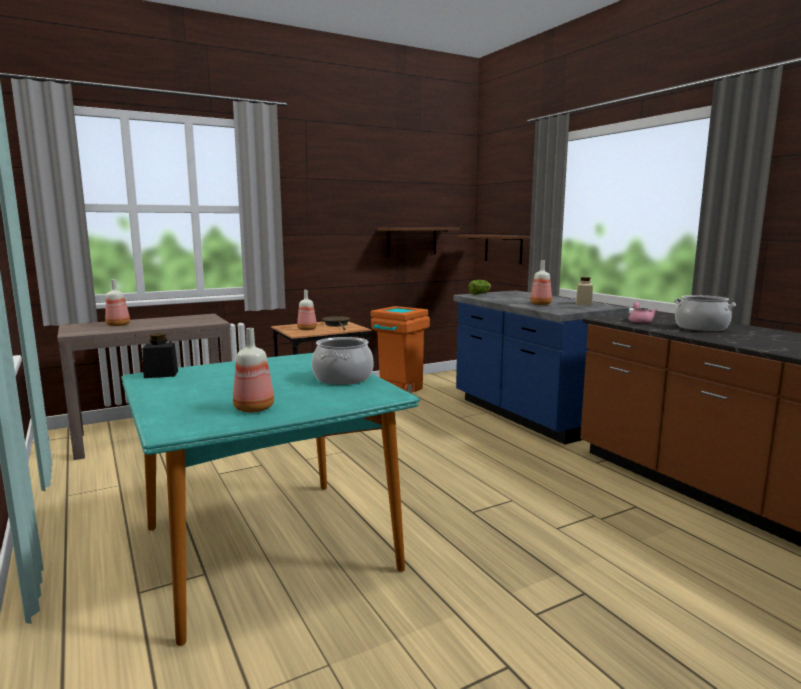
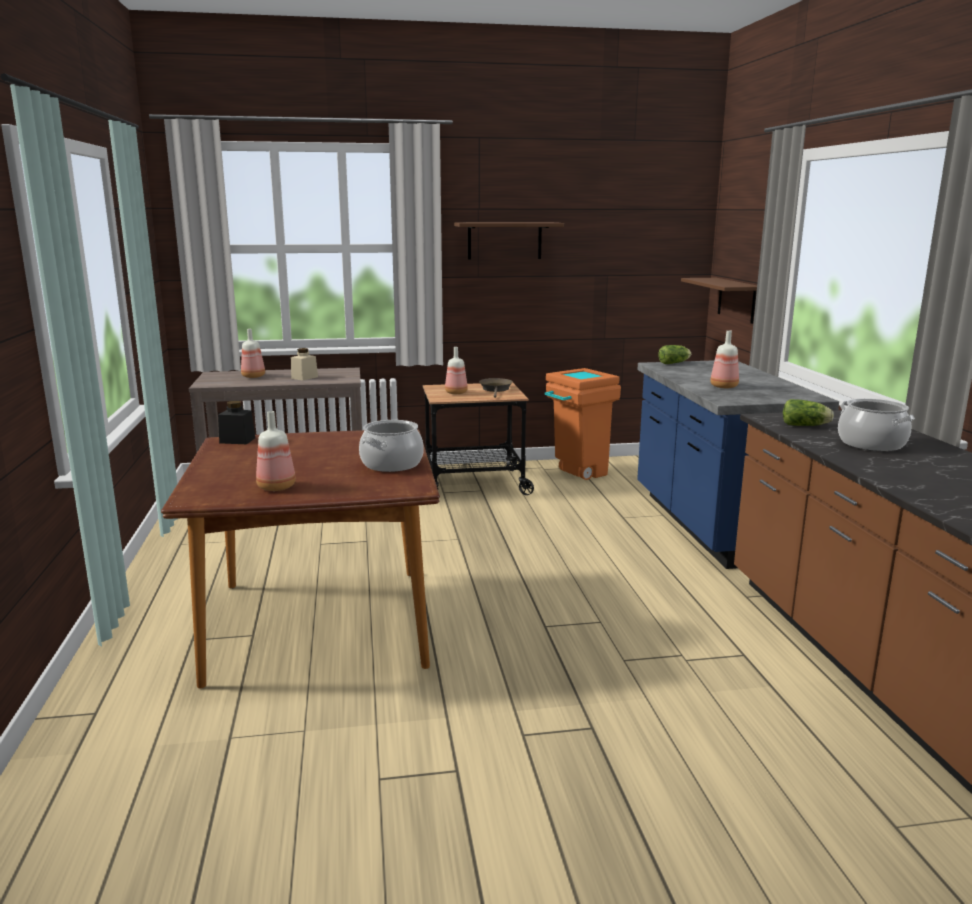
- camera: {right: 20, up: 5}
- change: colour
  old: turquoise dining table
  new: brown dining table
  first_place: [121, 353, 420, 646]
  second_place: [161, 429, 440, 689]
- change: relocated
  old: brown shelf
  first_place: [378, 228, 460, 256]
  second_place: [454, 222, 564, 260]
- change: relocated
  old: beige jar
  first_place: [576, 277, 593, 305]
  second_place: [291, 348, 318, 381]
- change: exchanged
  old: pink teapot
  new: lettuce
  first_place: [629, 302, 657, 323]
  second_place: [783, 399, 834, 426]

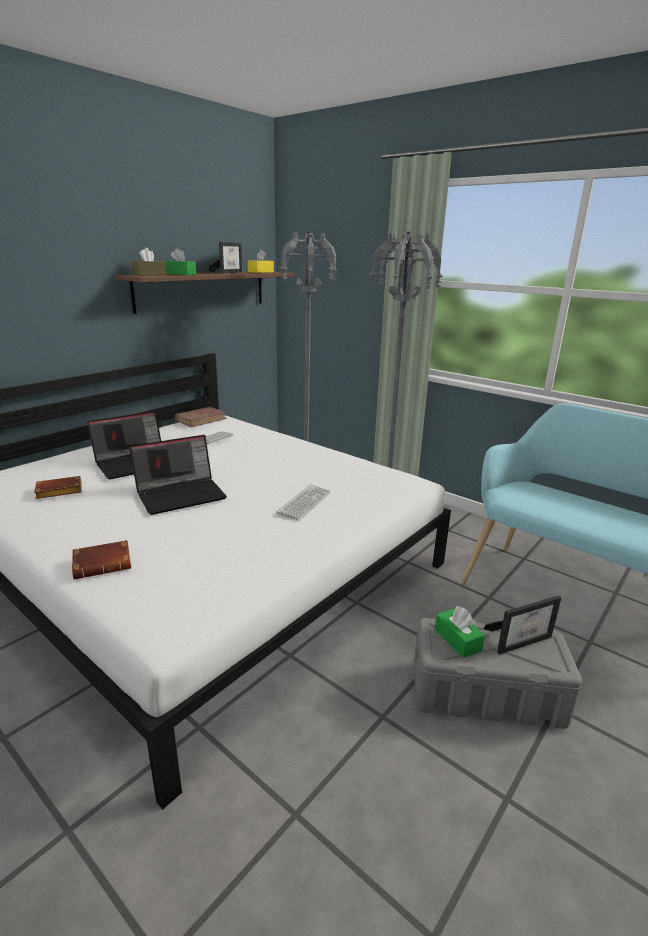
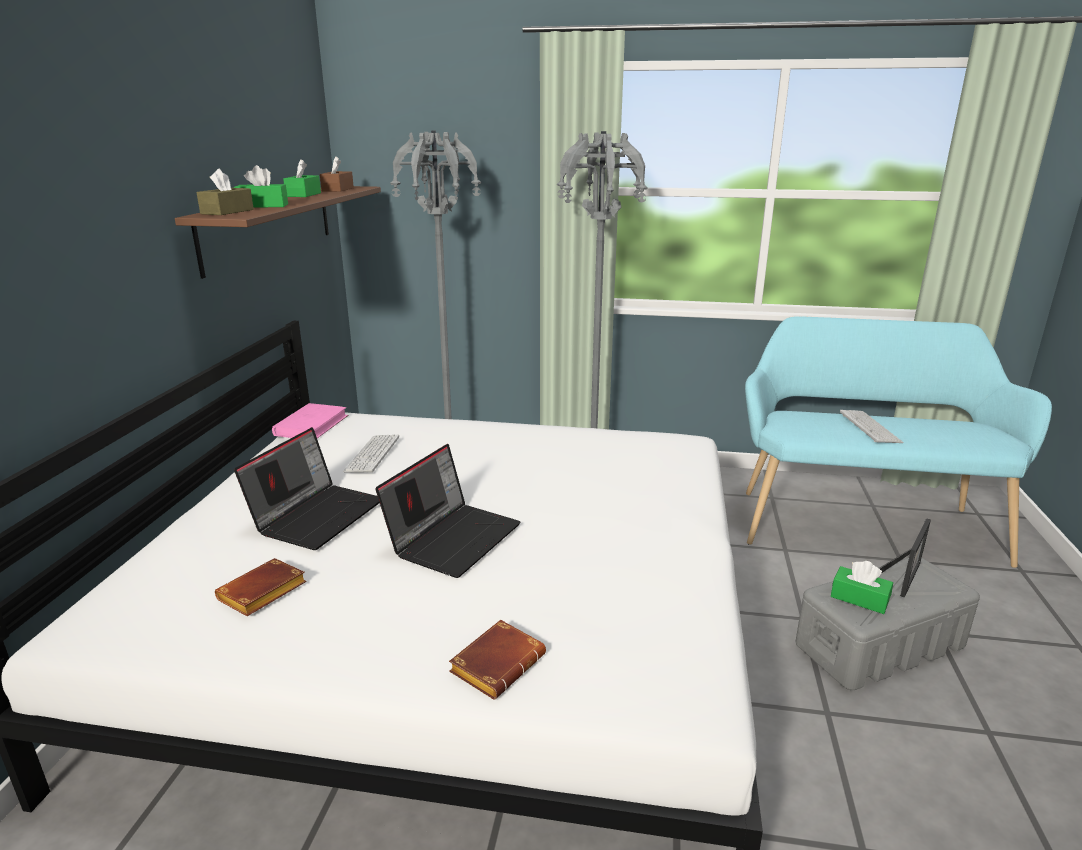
- camera: {right: -30, up: 0}
- change: colour
  old: brown book
  new: pink book
  first_place: [175, 407, 227, 427]
  second_place: [272, 403, 349, 438]
- change: exchanged
  old: picture frame
  new: green tissue box
  first_place: [208, 242, 242, 273]
  second_place: [283, 159, 321, 197]
- change: colour
  old: yellow tissue box
  new: brown tissue box
  first_place: [248, 250, 274, 273]
  second_place: [320, 156, 354, 192]
- change: relocated
  old: keyboard
  first_place: [277, 484, 331, 521]
  second_place: [840, 410, 904, 443]

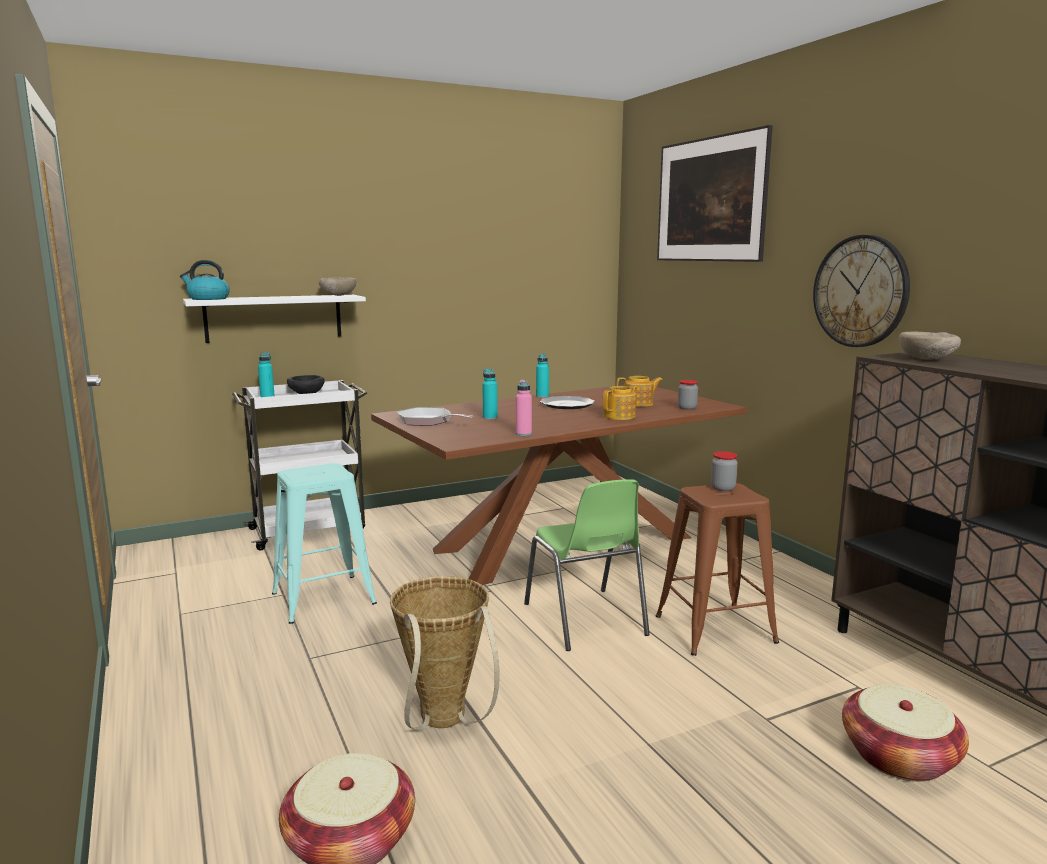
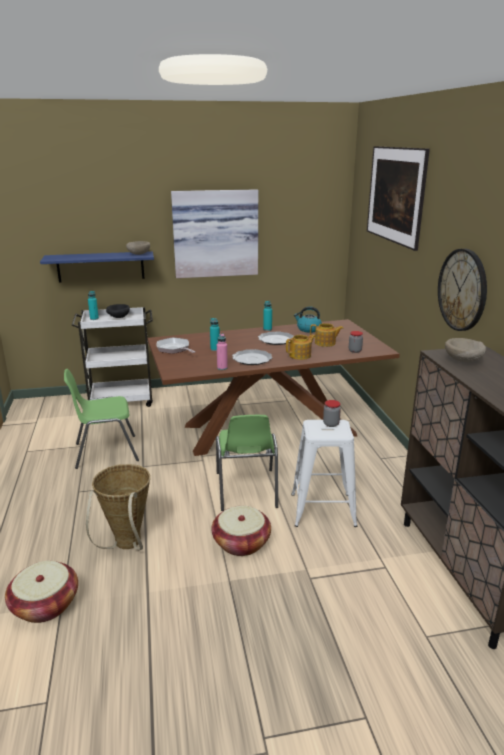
- camera: {right: 15, up: 10}
- change: relocated
  old: kettle
  first_place: [180, 260, 230, 300]
  second_place: [294, 307, 322, 333]
- change: colour
  old: white shelf
  new: blue shelf
  first_place: [183, 295, 366, 343]
  second_place: [40, 251, 154, 283]
- change: exchanged
  old: turquoise stool
  new: green chair
  first_place: [272, 463, 377, 624]
  second_place: [64, 369, 139, 469]
- change: colour
  old: brown stool
  new: white stool
  first_place: [656, 483, 779, 656]
  second_place: [291, 420, 357, 527]
- change: relocated
  old: basket
  first_place: [842, 684, 969, 782]
  second_place: [211, 506, 271, 556]
- change: appeared
  new: picture
  second_place: [171, 189, 258, 278]
- change: appeared
  new: plate
  second_place: [232, 349, 272, 365]

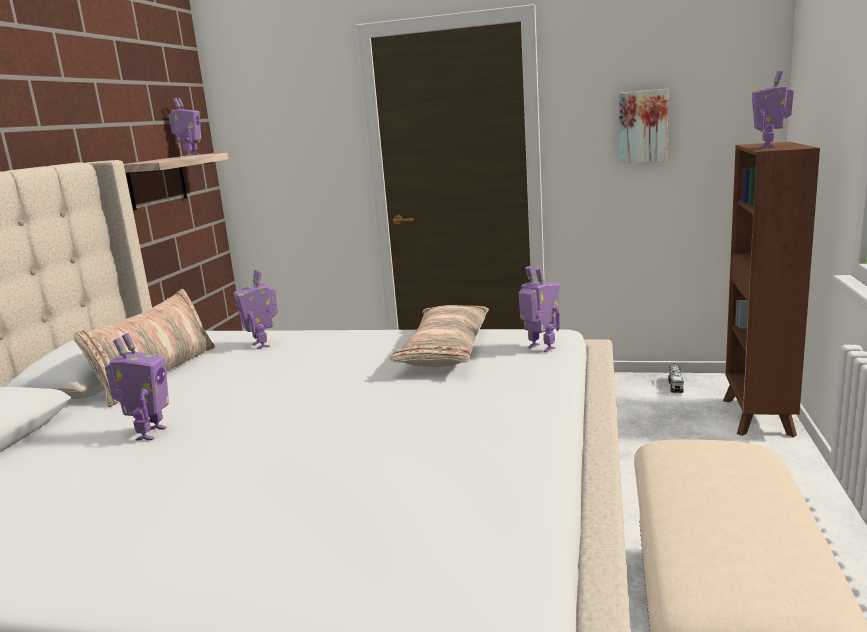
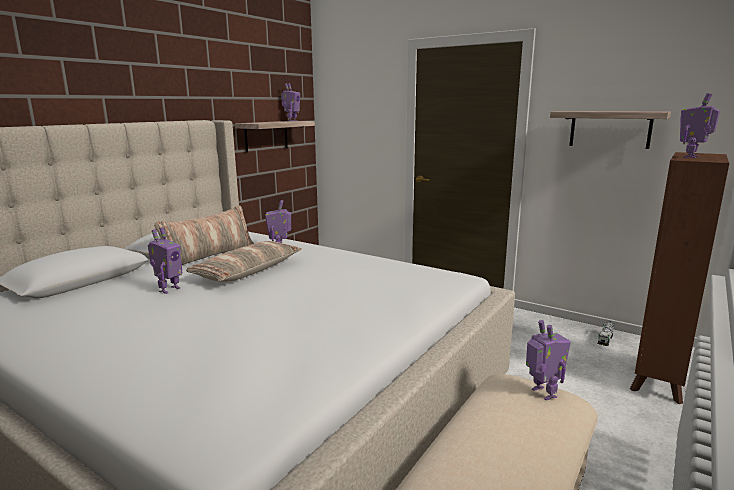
- camera: {right: 20, up: 0}
- change: relocated
  old: pillow
  first_place: [390, 305, 489, 367]
  second_place: [186, 241, 302, 282]
- change: relocated
  old: toy robot
  first_place: [519, 266, 560, 352]
  second_place: [526, 320, 571, 401]
- change: exchanged
  old: picture
  new: shelf
  first_place: [619, 89, 668, 164]
  second_place: [550, 111, 671, 149]

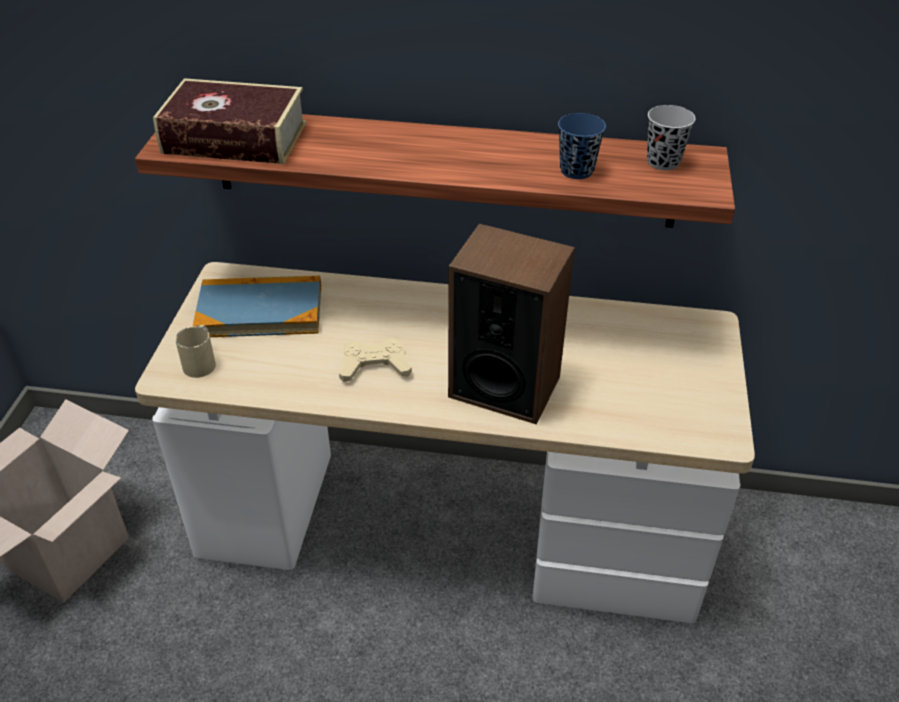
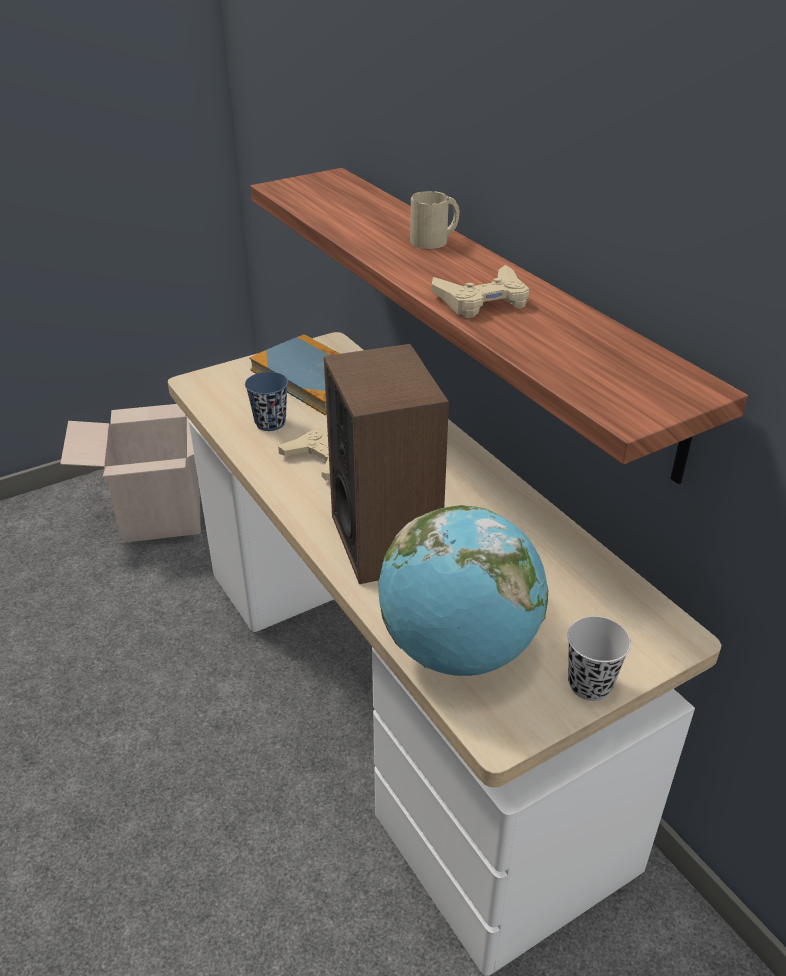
- camera: {right: 50, up: -5}
- change: missing
  old: book
  first_place: [153, 78, 306, 164]
- change: relocated
  old: beige mug
  first_place: [175, 325, 216, 378]
  second_place: [410, 191, 460, 249]
- change: relocated
  old: blue cup
  first_place: [558, 113, 606, 179]
  second_place: [245, 372, 288, 431]
- change: relocated
  old: black cup
  first_place: [647, 105, 695, 170]
  second_place: [568, 616, 631, 701]
- change: appeared
  new: globe
  second_place: [378, 505, 548, 676]
- change: appeared
  new: beige game controller
  second_place: [431, 265, 529, 318]

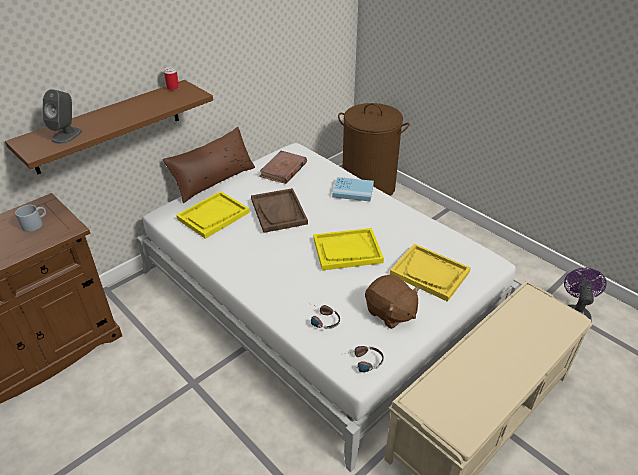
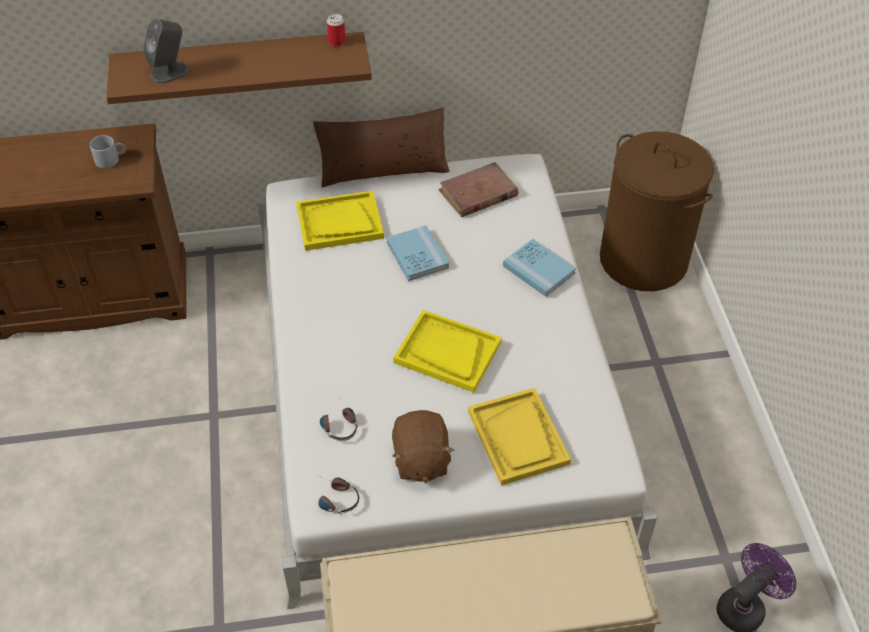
- camera: {right: 35, up: 10}
- change: exchanged
  old: brown tray
  new: blue book
  first_place: [251, 188, 308, 233]
  second_place: [386, 225, 449, 281]

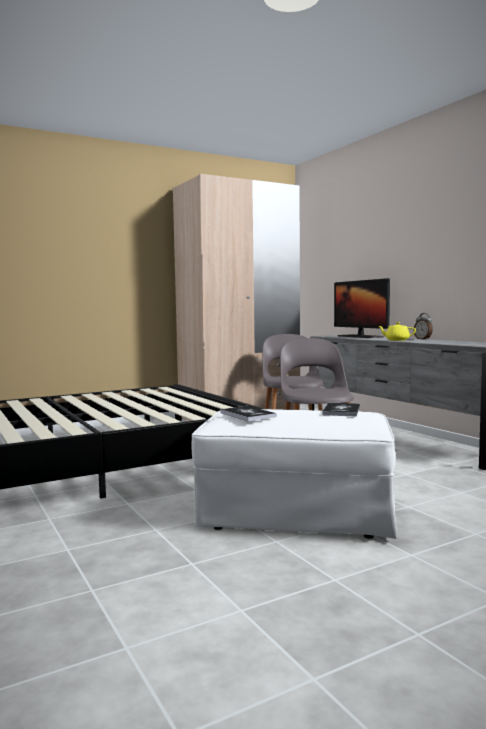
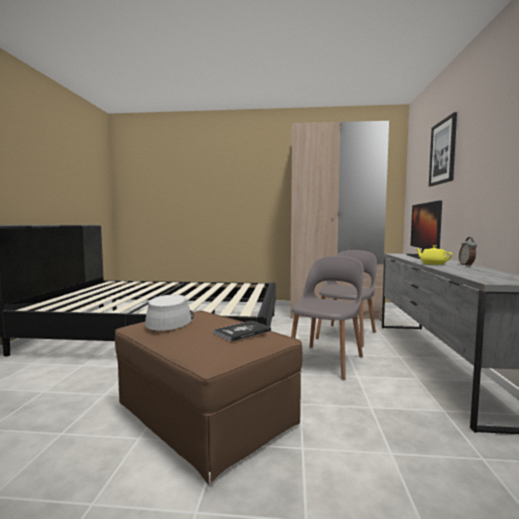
- camera: {right: 35, up: 0}
- change: colour
  old: white ottoman
  new: brown ottoman
  first_place: [192, 409, 397, 539]
  second_place: [115, 311, 302, 485]
- change: exchanged
  old: book
  new: grey hat
  first_place: [220, 406, 276, 421]
  second_place: [145, 295, 194, 331]
- change: appeared
  new: picture
  second_place: [429, 112, 457, 186]

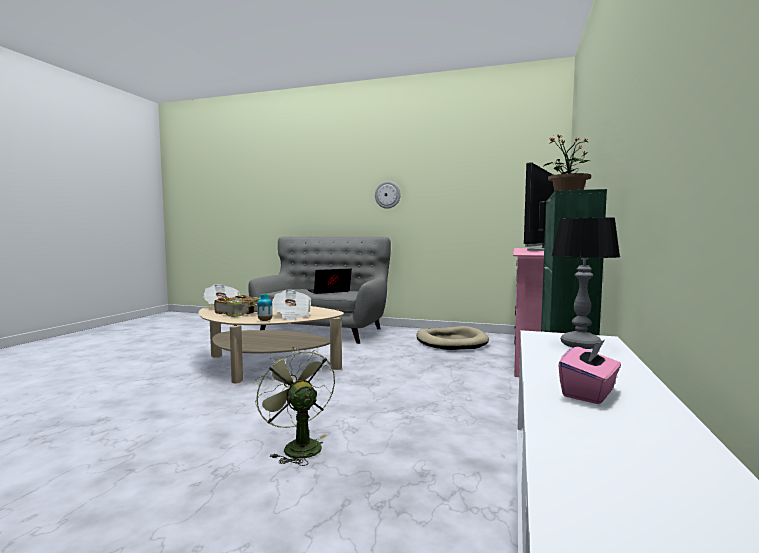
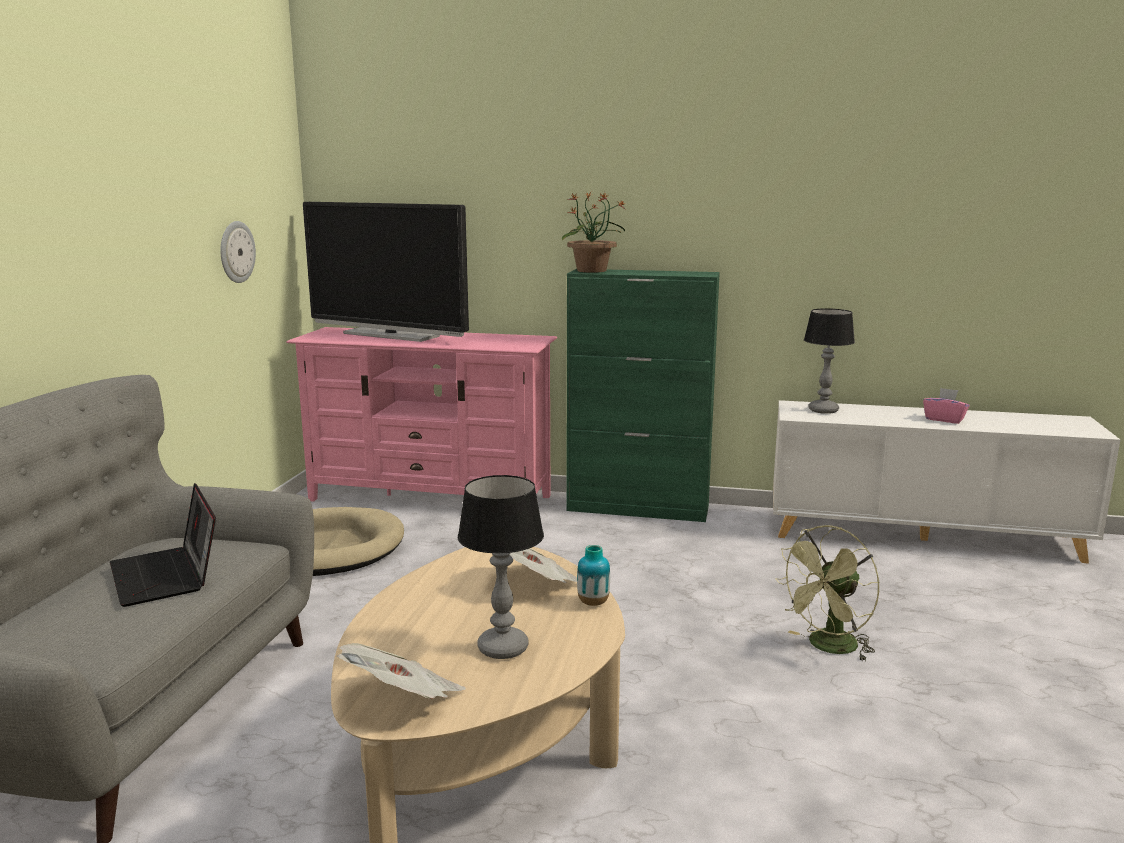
- camera: {right: -95, up: 10}
- change: exchanged
  old: book
  new: table lamp
  first_place: [214, 295, 260, 317]
  second_place: [458, 475, 544, 659]
- change: relocated
  old: wall clock
  first_place: [375, 181, 401, 209]
  second_place: [220, 221, 256, 283]

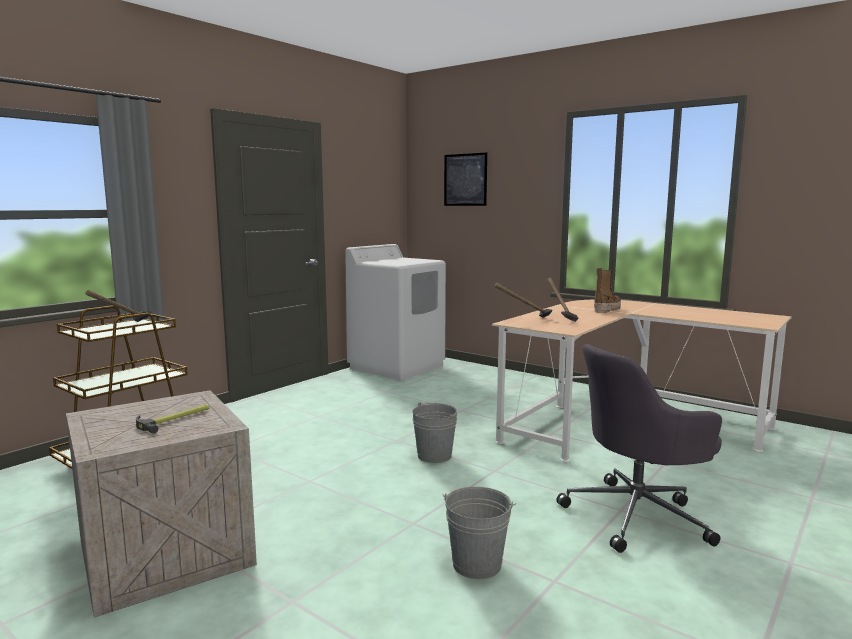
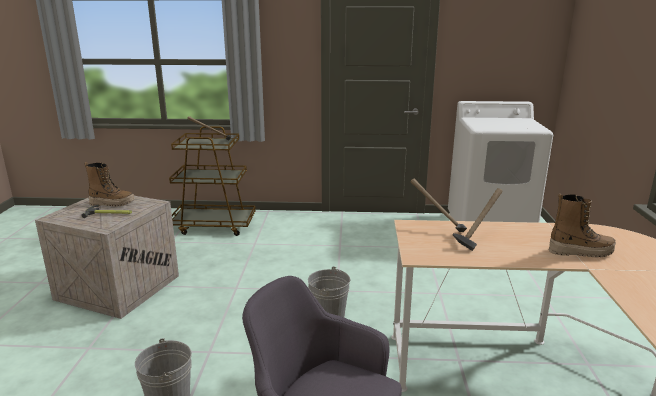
- camera: {right: 55, up: 10}
- change: missing
  old: picture
  first_place: [444, 152, 487, 206]
- change: appeared
  new: boot
  second_place: [85, 162, 134, 206]

